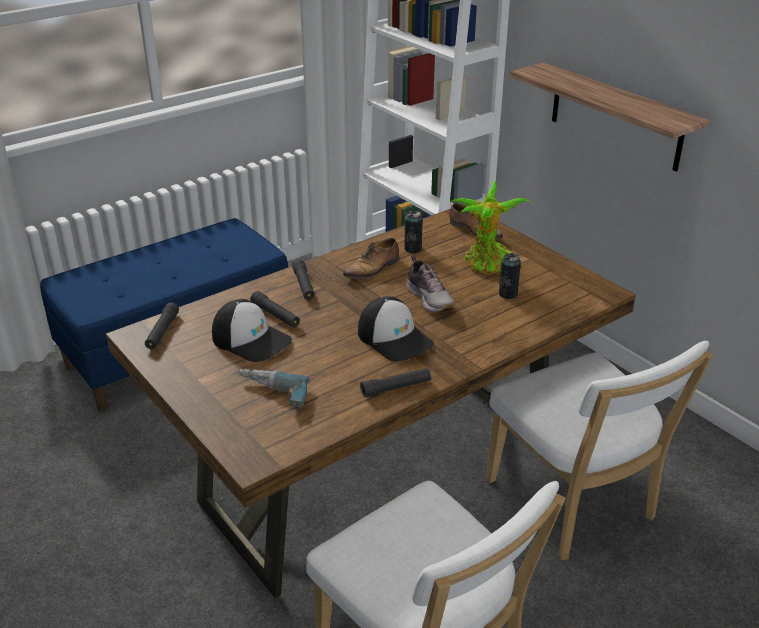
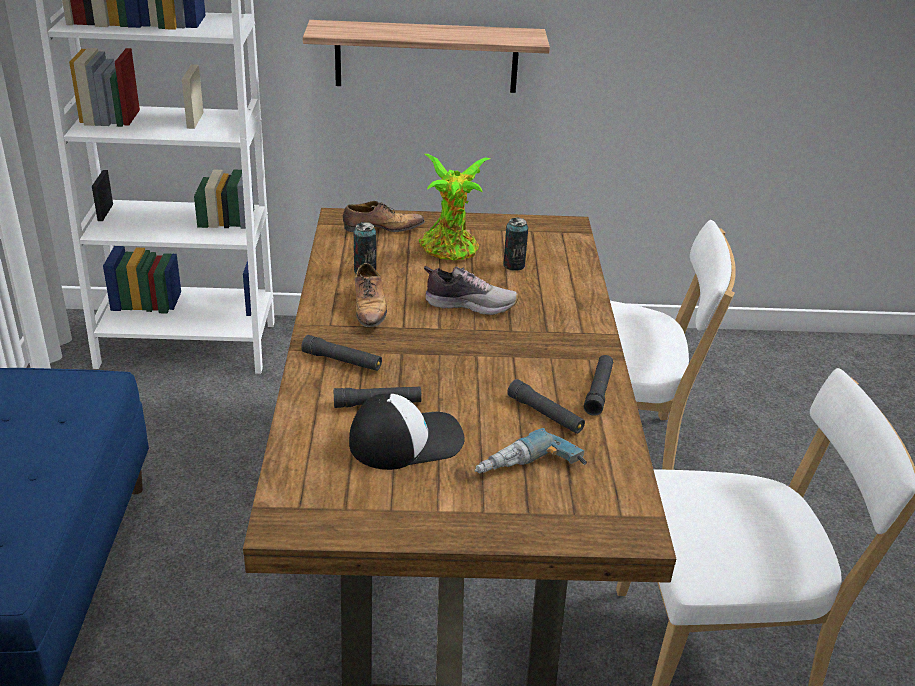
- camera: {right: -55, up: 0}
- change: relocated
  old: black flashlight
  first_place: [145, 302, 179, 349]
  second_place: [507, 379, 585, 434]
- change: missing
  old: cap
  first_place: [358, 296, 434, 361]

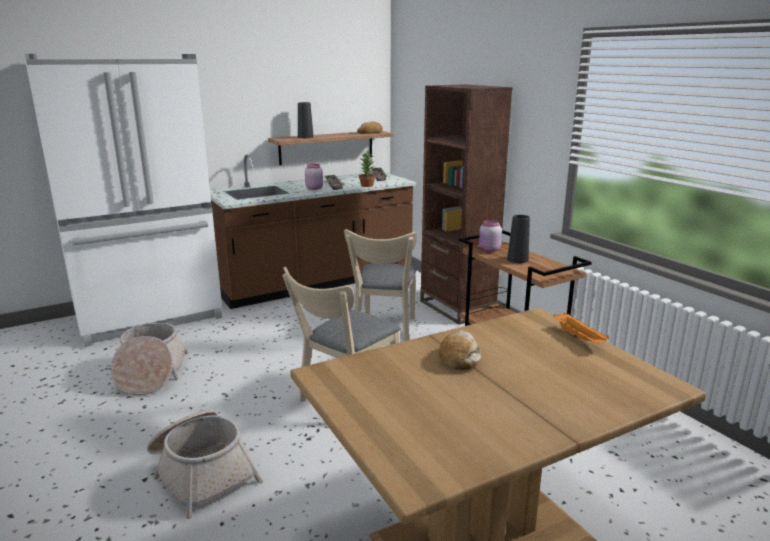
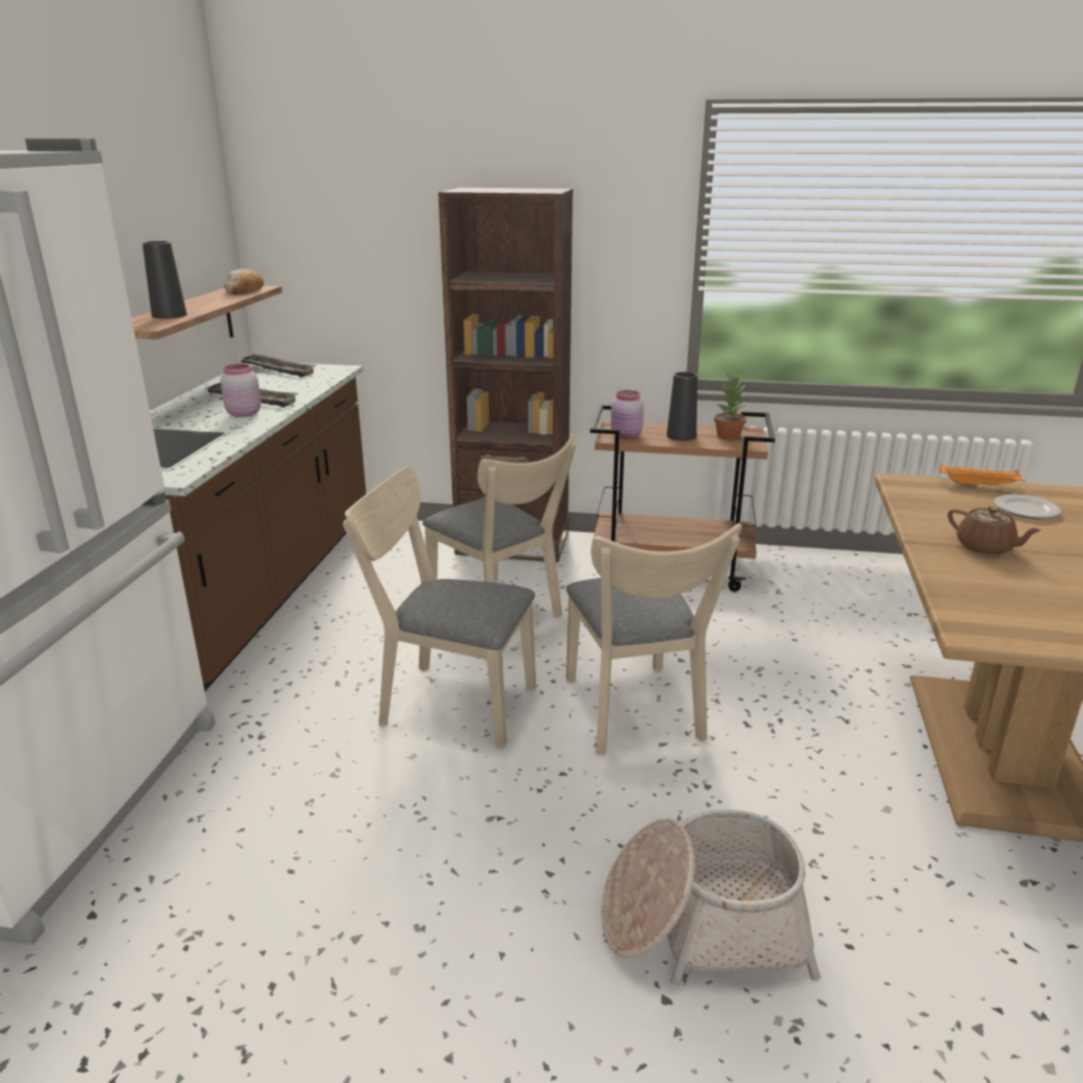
- camera: {right: -50, up: 5}
- change: missing
  old: basket
  first_place: [111, 323, 188, 395]
- change: relocated
  old: potted plant
  first_place: [359, 150, 376, 187]
  second_place: [714, 370, 747, 439]
- change: exchanged
  old: bread
  new: brown teapot
  first_place: [439, 331, 481, 370]
  second_place: [948, 506, 1042, 555]
- change: appeared
  new: beige chair
  second_place: [343, 467, 536, 748]
- change: appeared
  new: plate
  second_place: [994, 494, 1061, 519]

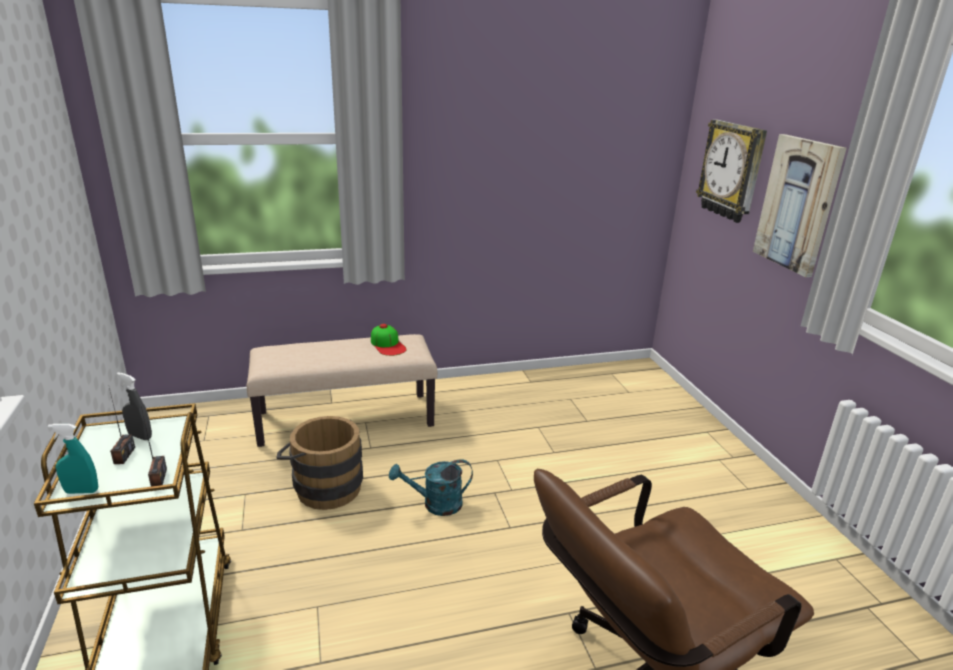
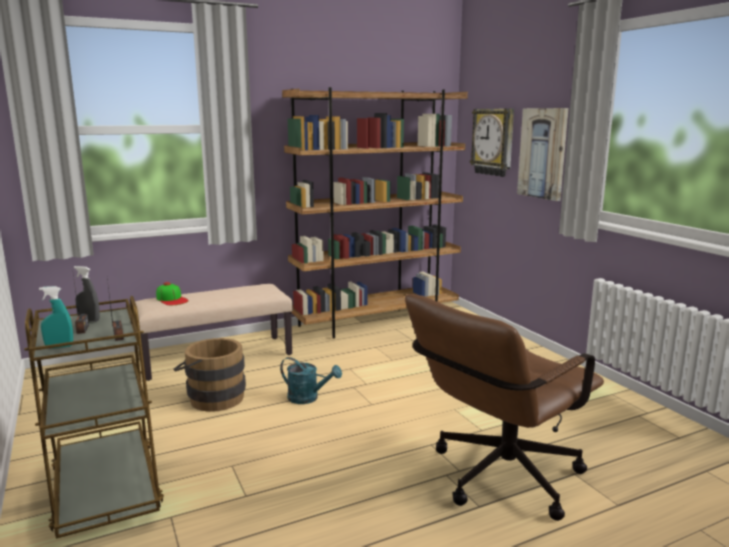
- camera: {right: -10, up: -10}
- change: relocated
  old: cap
  first_place: [371, 324, 407, 356]
  second_place: [156, 282, 189, 305]
- change: spun
  old: turquoise watering can
  first_place: [389, 459, 473, 516]
  second_place: [280, 357, 342, 404]
  degrees: -135
- change: appeared
  new: brown bookcase
  second_place: [282, 87, 468, 339]

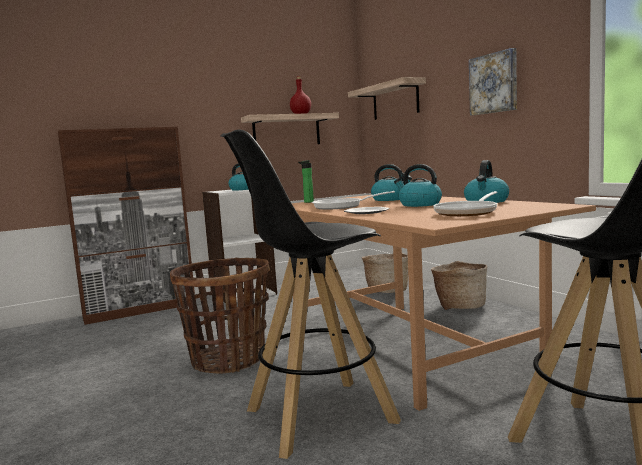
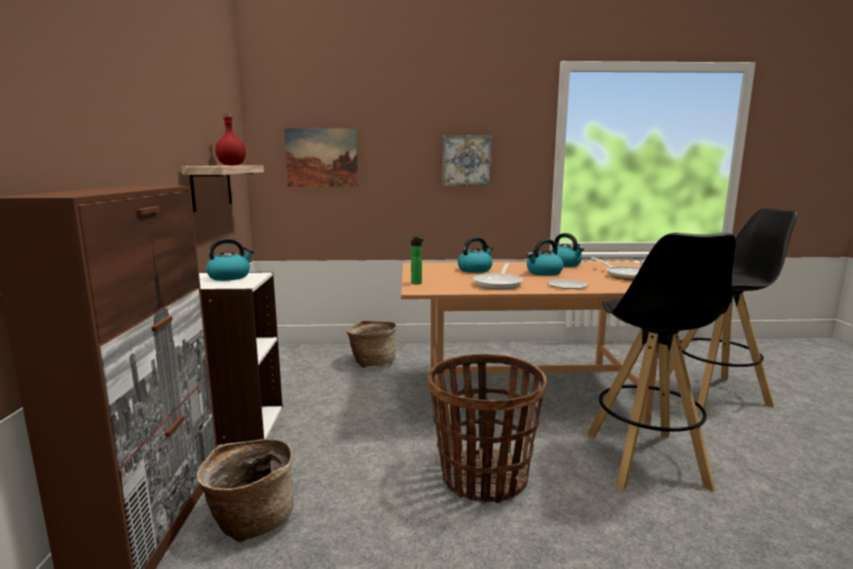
- camera: {right: -65, up: 5}
- change: exchanged
  old: shelf
  new: picture
  first_place: [348, 77, 426, 120]
  second_place: [284, 128, 358, 187]
- change: relocated
  old: basket
  first_place: [431, 261, 487, 310]
  second_place: [197, 439, 294, 542]

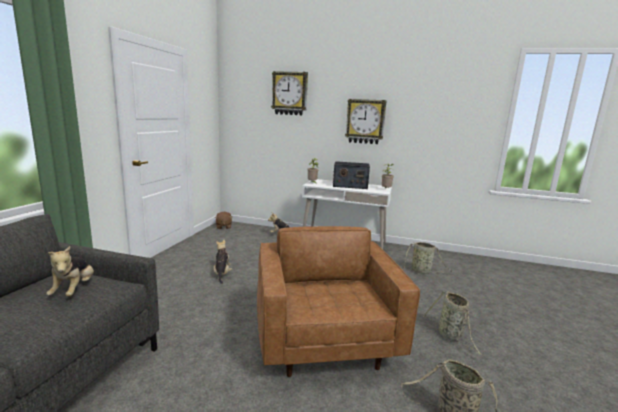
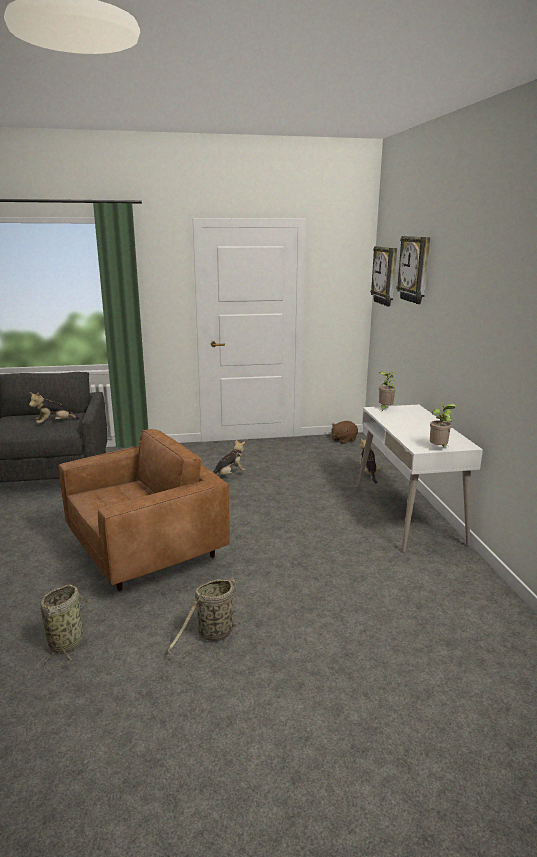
- camera: {right: 65, up: 5}
- change: missing
  old: radio
  first_place: [333, 161, 370, 189]
- change: relocated
  old: wall clock
  first_place: [345, 99, 387, 144]
  second_place: [370, 246, 397, 306]
- change: missing
  old: basket
  first_place: [403, 242, 453, 274]

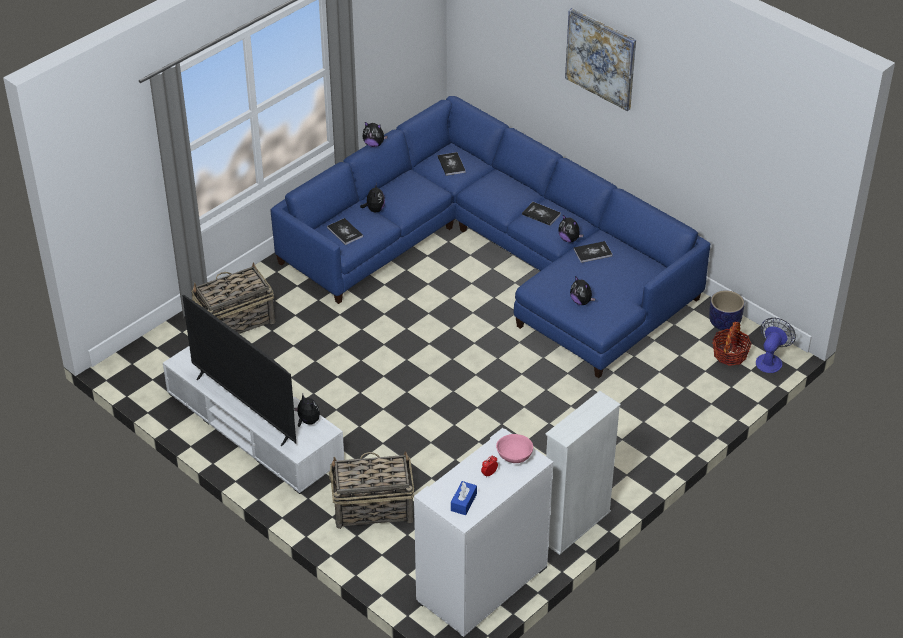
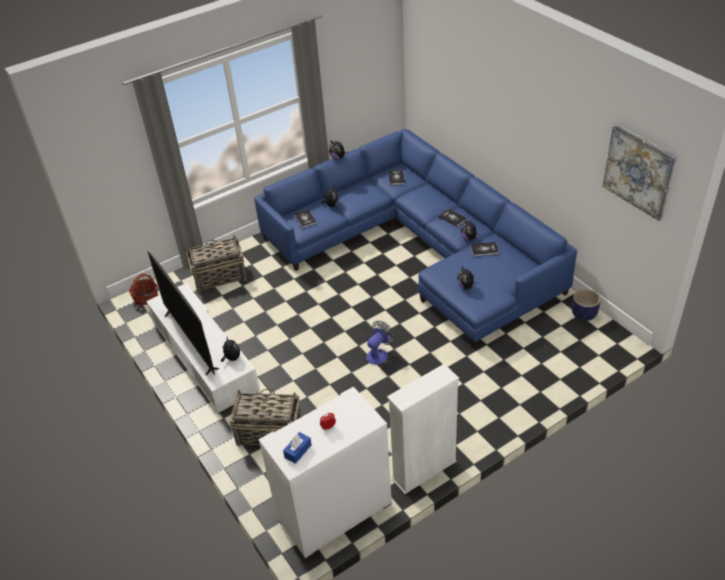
- camera: {right: 15, up: 0}
- change: missing
  old: pink bowl
  first_place: [496, 434, 533, 463]
- change: relocated
  old: picture
  first_place: [565, 8, 636, 111]
  second_place: [603, 124, 677, 221]
- change: relocated
  old: basket
  first_place: [713, 322, 752, 366]
  second_place: [129, 274, 158, 305]
- change: relocated
  old: fan
  first_place: [756, 318, 796, 373]
  second_place: [366, 321, 396, 365]

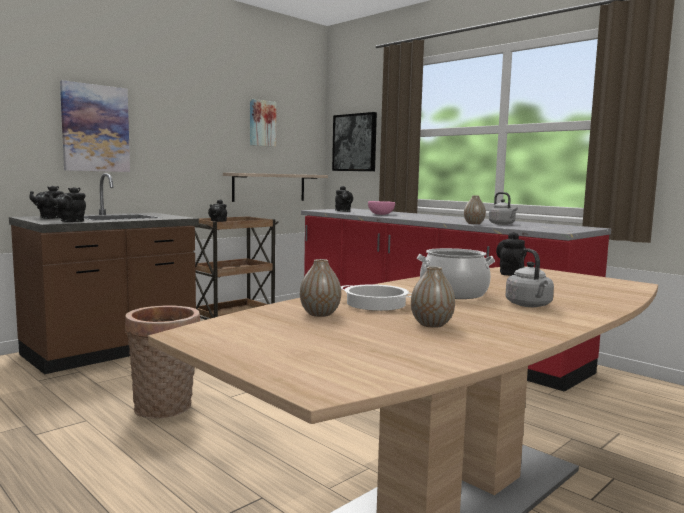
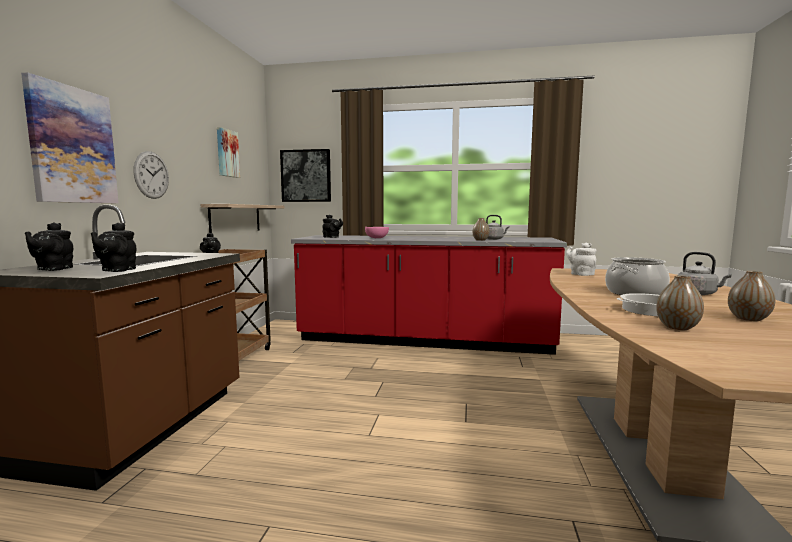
- camera: {right: -35, up: 0}
- change: missing
  old: basket
  first_place: [125, 305, 200, 418]
- change: colour
  old: black teapot
  new: white teapot
  first_place: [496, 232, 527, 275]
  second_place: [566, 243, 596, 276]
- change: appeared
  new: wall clock
  second_place: [134, 151, 169, 199]

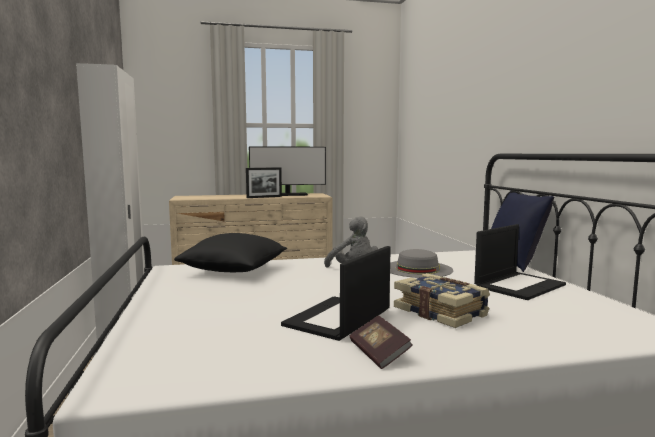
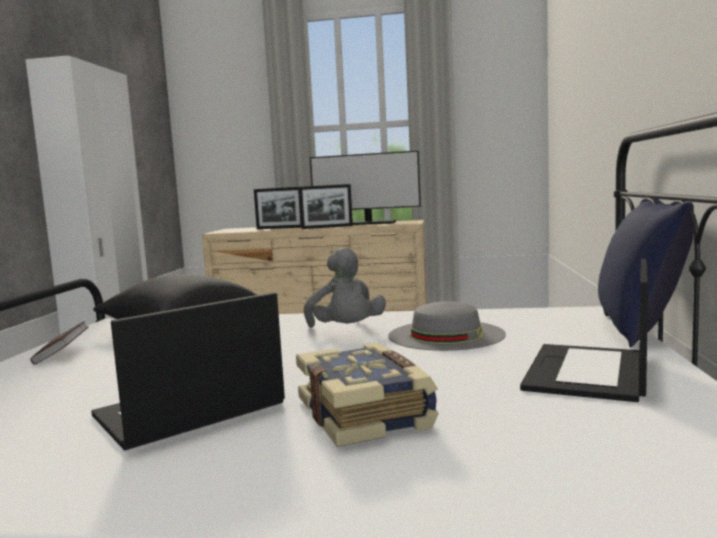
- camera: {right: 20, up: 0}
- change: relocated
  old: book
  first_place: [350, 315, 412, 369]
  second_place: [31, 321, 88, 365]
- change: spun
  old: laptop
  first_place: [474, 224, 566, 300]
  second_place: [520, 259, 648, 402]
  degrees: 135
- change: appeared
  new: picture frame
  second_place: [254, 187, 302, 229]

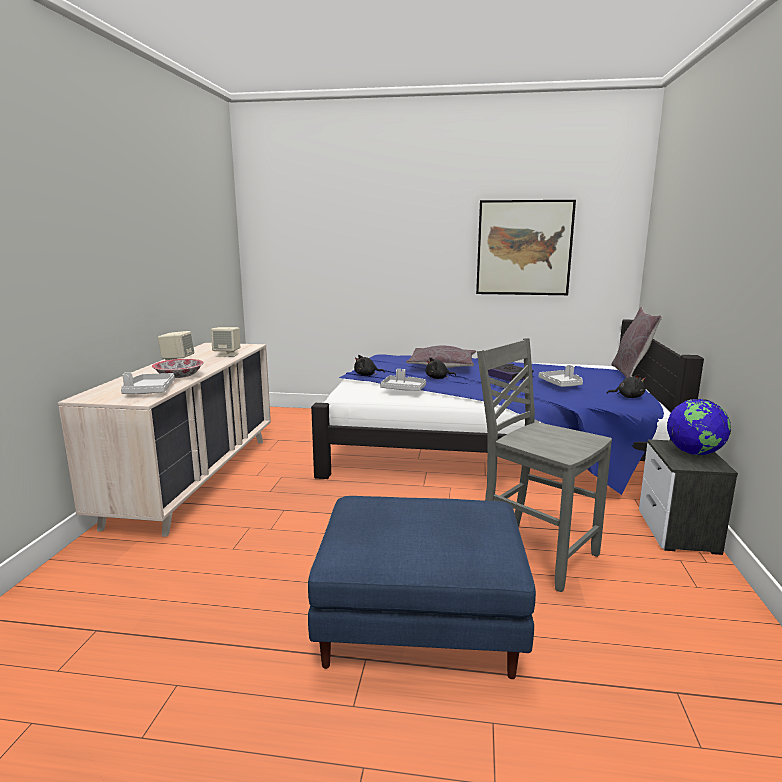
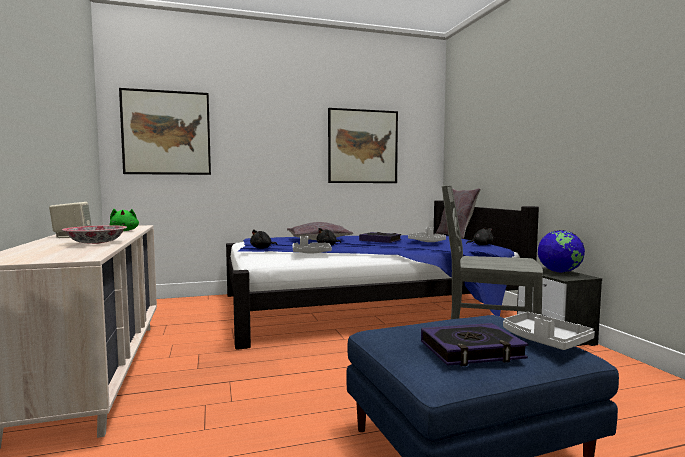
- camera: {right: -25, up: -10}
- change: relocated
  old: grey tray
  first_place: [121, 372, 175, 394]
  second_place: [503, 312, 595, 350]
- change: exchanged
  old: beige speaker
  new: green plush toy
  first_place: [211, 327, 240, 357]
  second_place: [110, 209, 139, 231]
- change: appeared
  new: picture
  second_place: [119, 88, 211, 175]
- change: appeared
  new: book
  second_place: [421, 323, 528, 366]

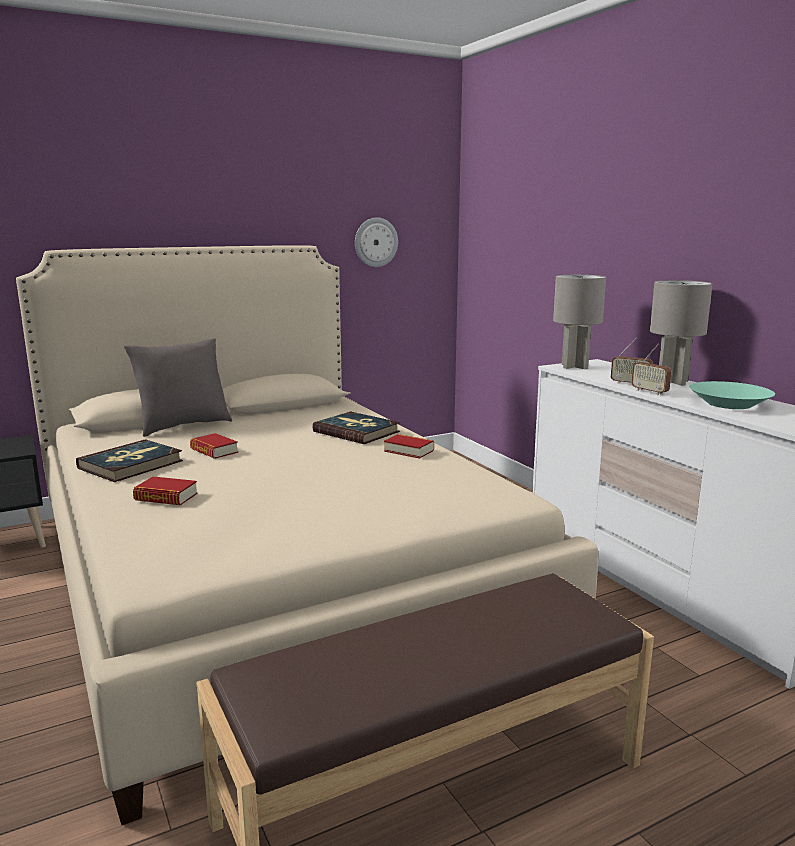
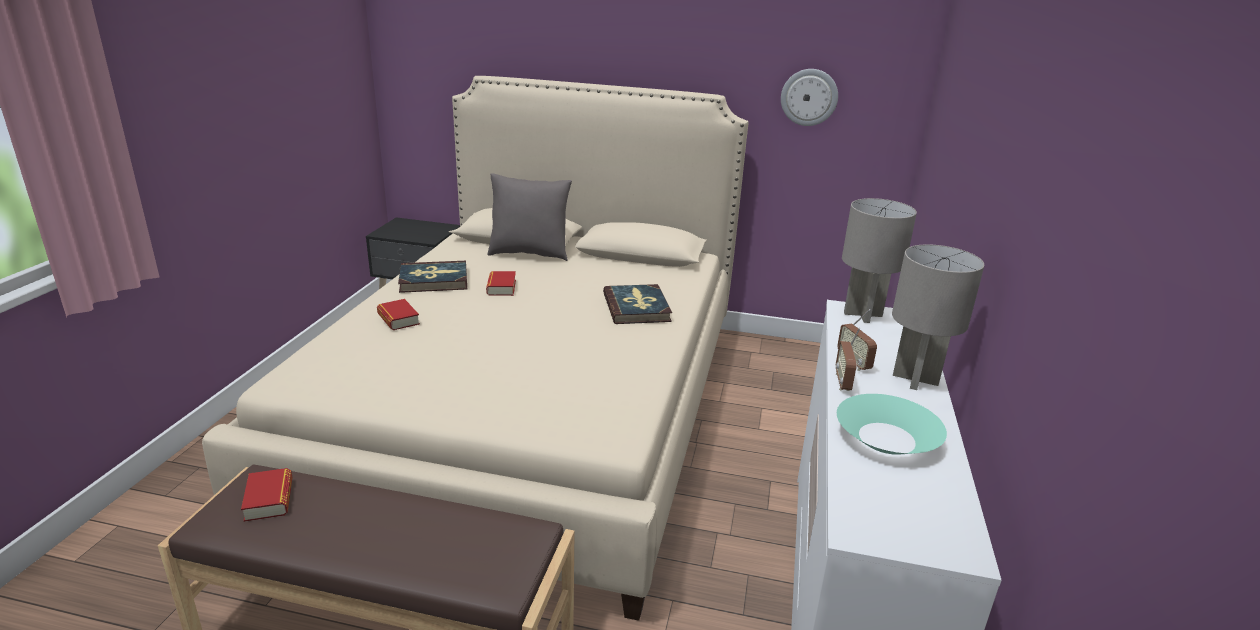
- camera: {right: 40, up: 10}
- change: relocated
  old: book
  first_place: [384, 434, 434, 459]
  second_place: [241, 468, 293, 522]

